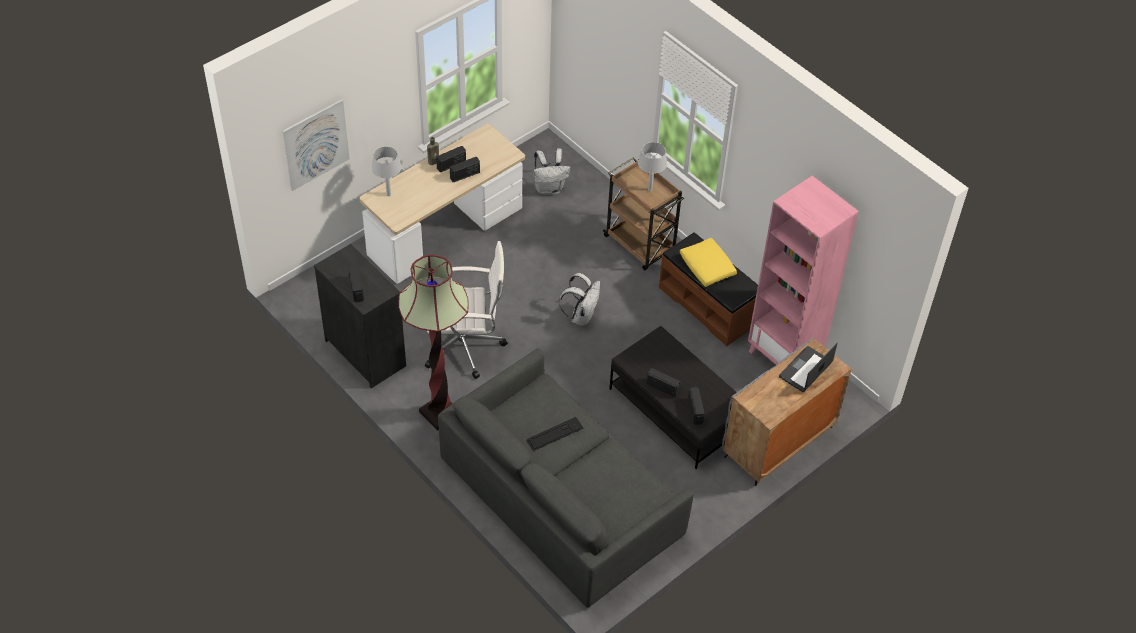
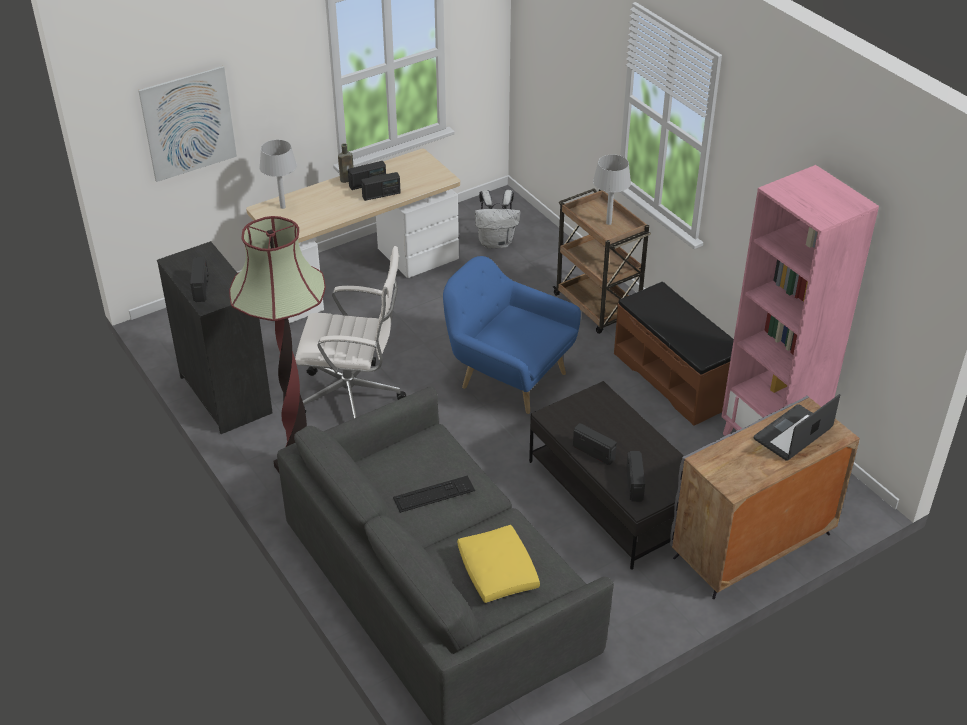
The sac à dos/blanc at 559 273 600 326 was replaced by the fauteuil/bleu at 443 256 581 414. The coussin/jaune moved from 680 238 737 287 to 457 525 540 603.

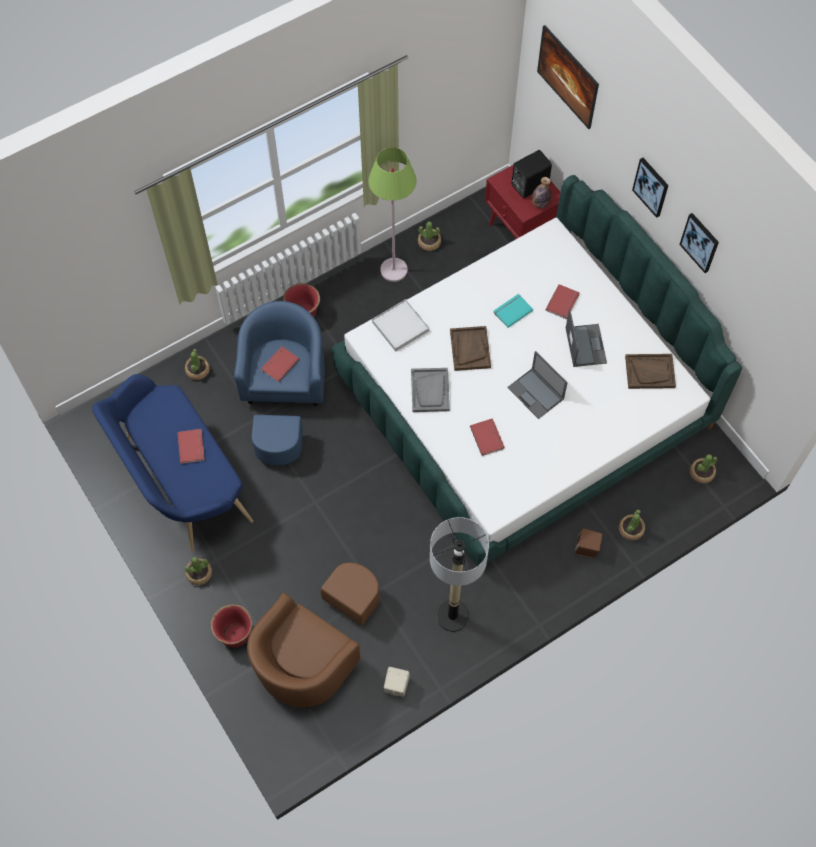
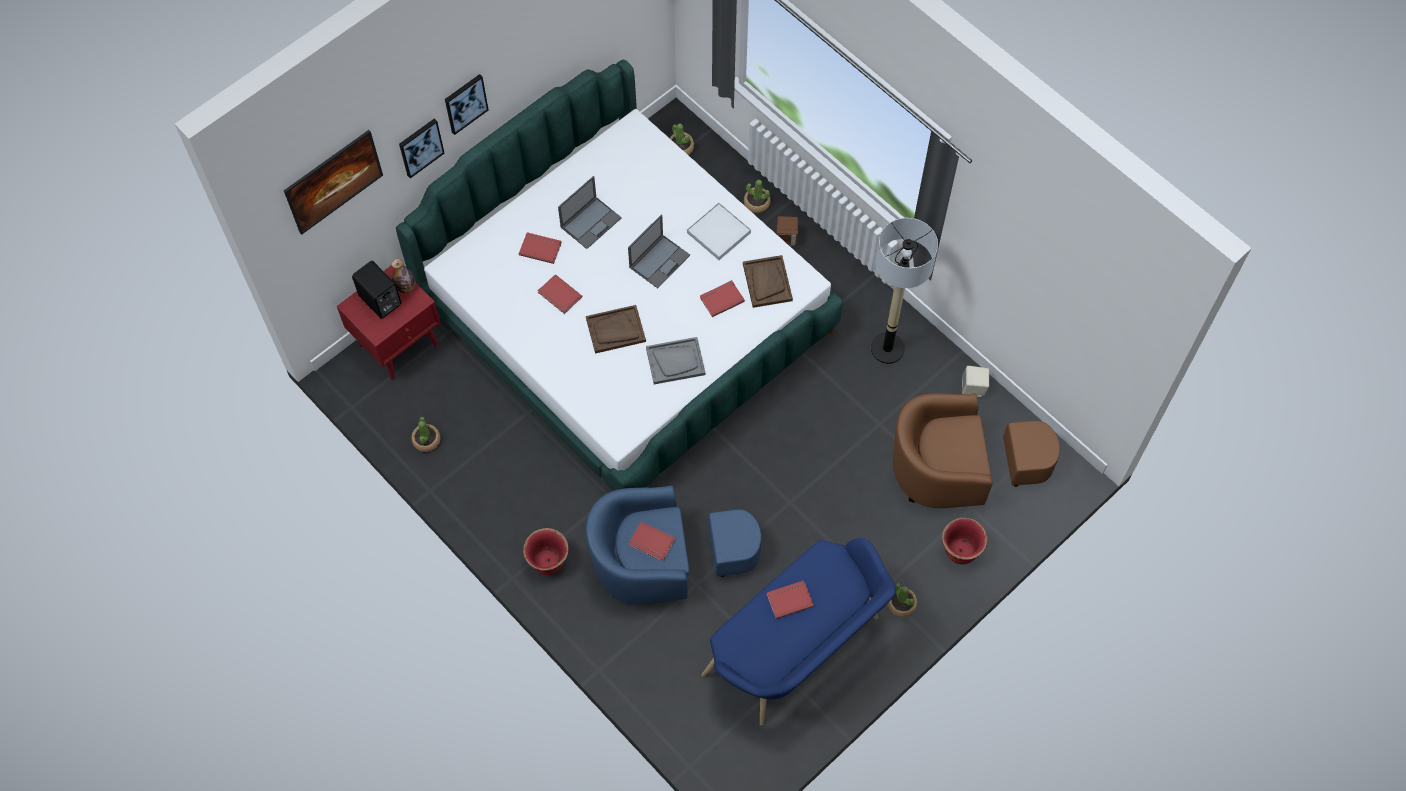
The tableau moved from 680 213 719 273 to 399 118 445 178. The livre/turquoise at 493 294 533 328 became the livre/rouge at 538 274 582 314. The ordinateur portable at 566 310 607 367 turned 150 degrees clockwise. The plateau/blanc moved from 372 299 429 352 to 687 202 751 260. The plateau/marron moved from 625 354 676 389 to 743 255 793 308. The fauteuil/marron at 247 563 380 708 turned 150 degrees clockwise. The plante en pot at 185 349 210 380 disappeared. The lampadaire/vert at 368 147 417 282 disappeared.

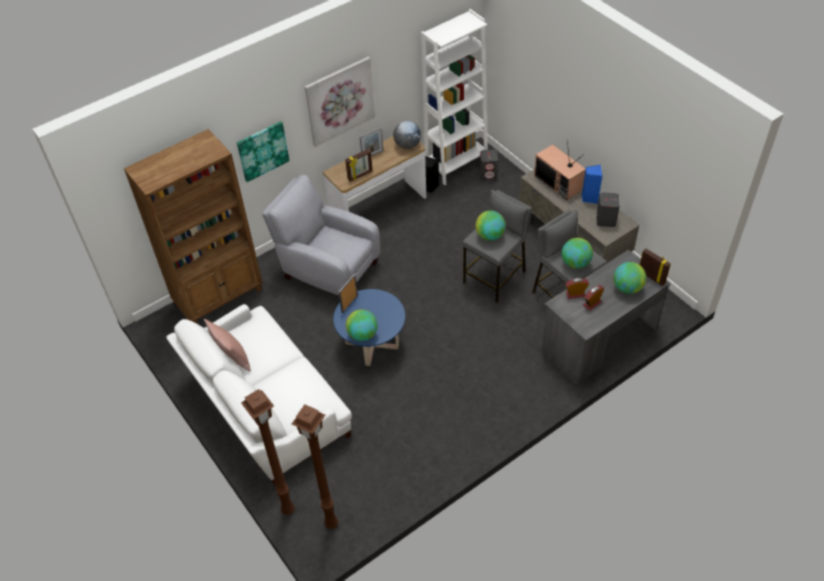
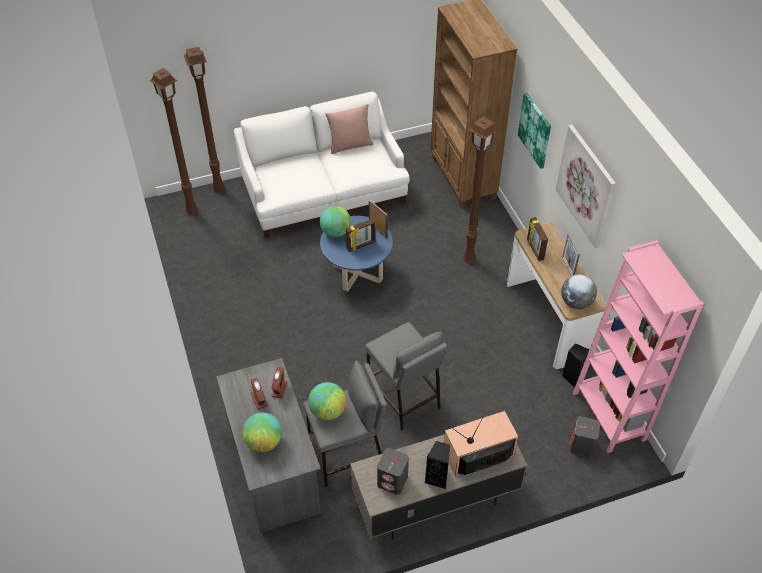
The cadre photo moved from 640 249 671 286 to 346 218 375 252. The enceinte/bleu at 582 165 602 204 became the enceinte/noir at 425 441 450 489. The fauteuil/gris at 262 175 380 295 was replaced by the lampadaire/marron at 463 116 498 263. The bibliothèque/blanc at 421 9 488 185 became the bibliothèque/rose at 573 240 704 453. The globe at 475 211 506 241 disappeared.

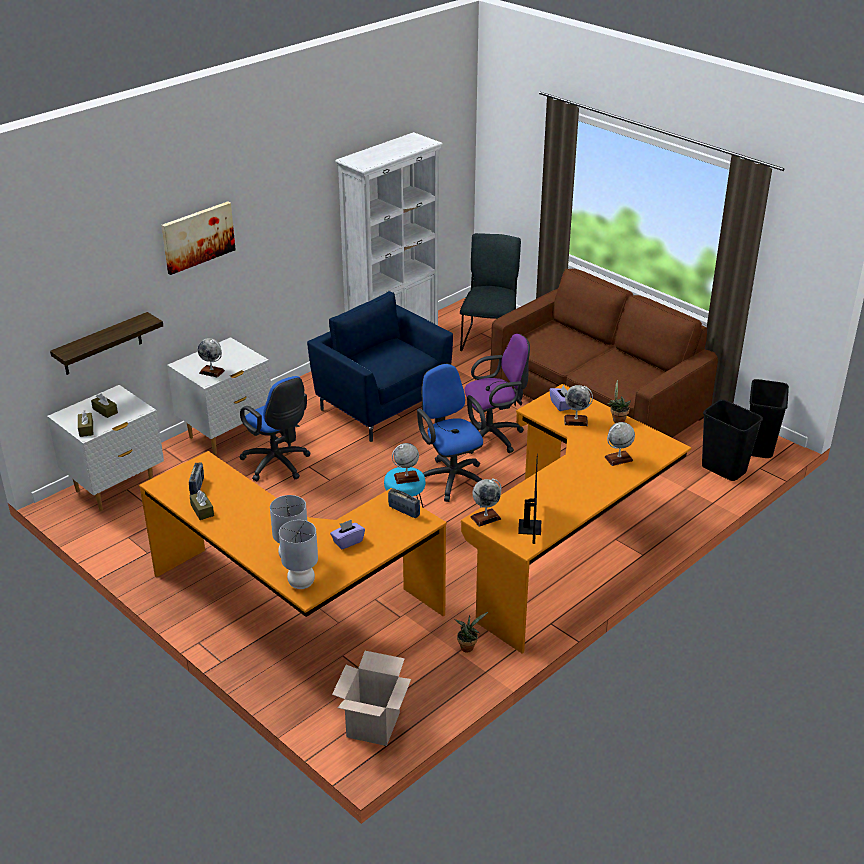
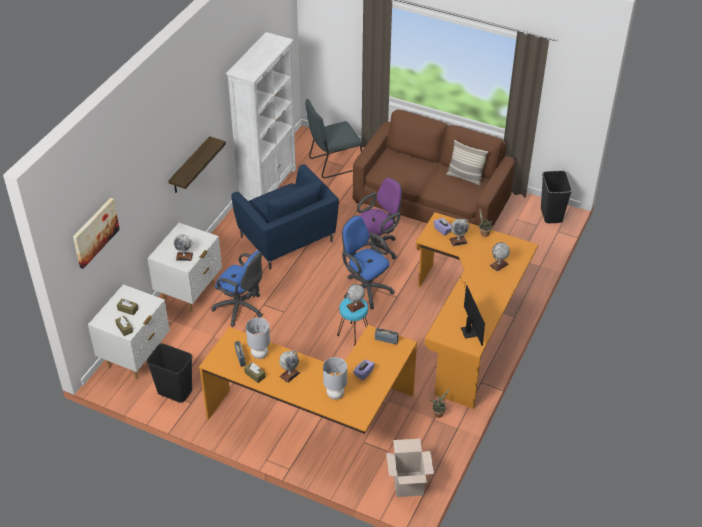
The tableau moved from 161 201 236 275 to 73 198 120 269. The poubelle/noir moved from 702 400 763 481 to 147 343 193 403. The étagère moved from 50 312 163 375 to 168 136 226 193. The fauteuil/bleu at 307 291 453 442 turned 150 degrees counterclockwise. The lampe de table/gris moved from 279 520 318 589 to 246 318 270 359. The globe moved from 471 479 502 527 to 279 350 300 383. The chaise/gris at 460 233 521 351 turned 105 degrees counterclockwise. The coussin at 446 140 488 186 appeared.

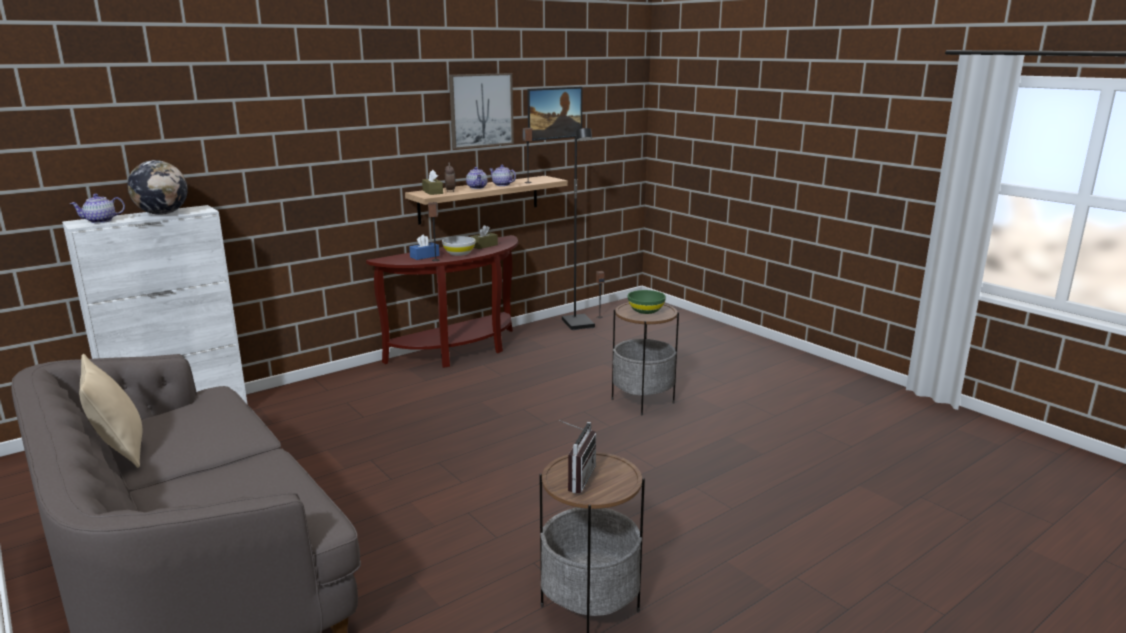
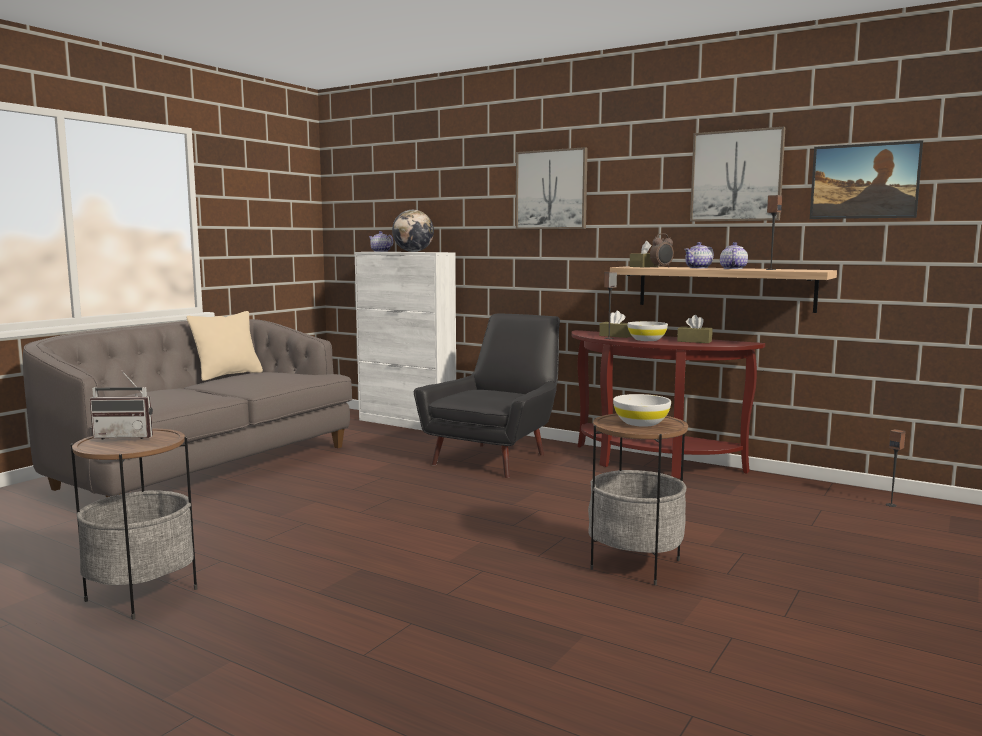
The fauteuil/noir at 413 313 560 478 appeared. The tableau at 516 147 588 229 appeared. The boîte à mouchoirs/bleu at 409 234 440 260 became the boîte à mouchoirs/marron at 599 311 632 338. The bol/vert at 628 290 666 314 became the bol/blanc at 613 394 671 427. The lampadaire/noir at 562 128 595 330 disappeared.

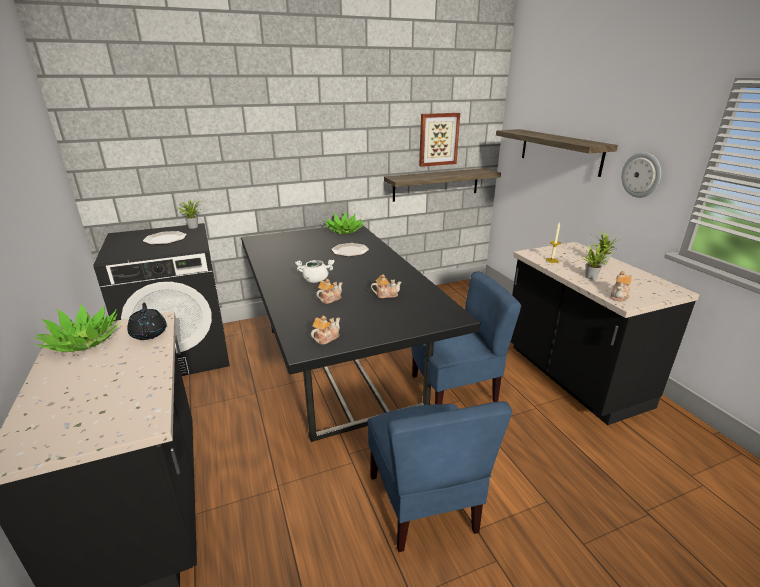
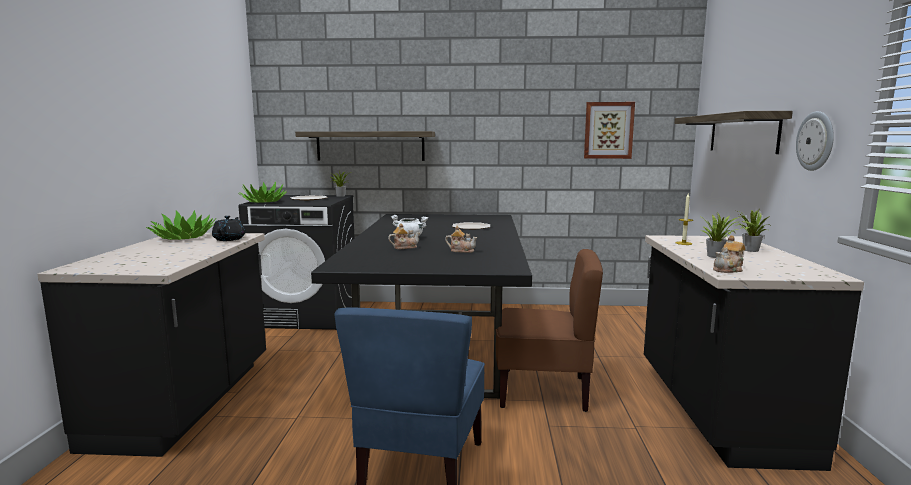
The plante en pot moved from 325 211 365 234 to 238 181 287 203. The étagère moved from 384 168 501 202 to 295 131 435 161. The chaise/bleu at 411 271 521 404 became the chaise/marron at 496 249 603 412. The théière at 311 316 340 345 disappeared.

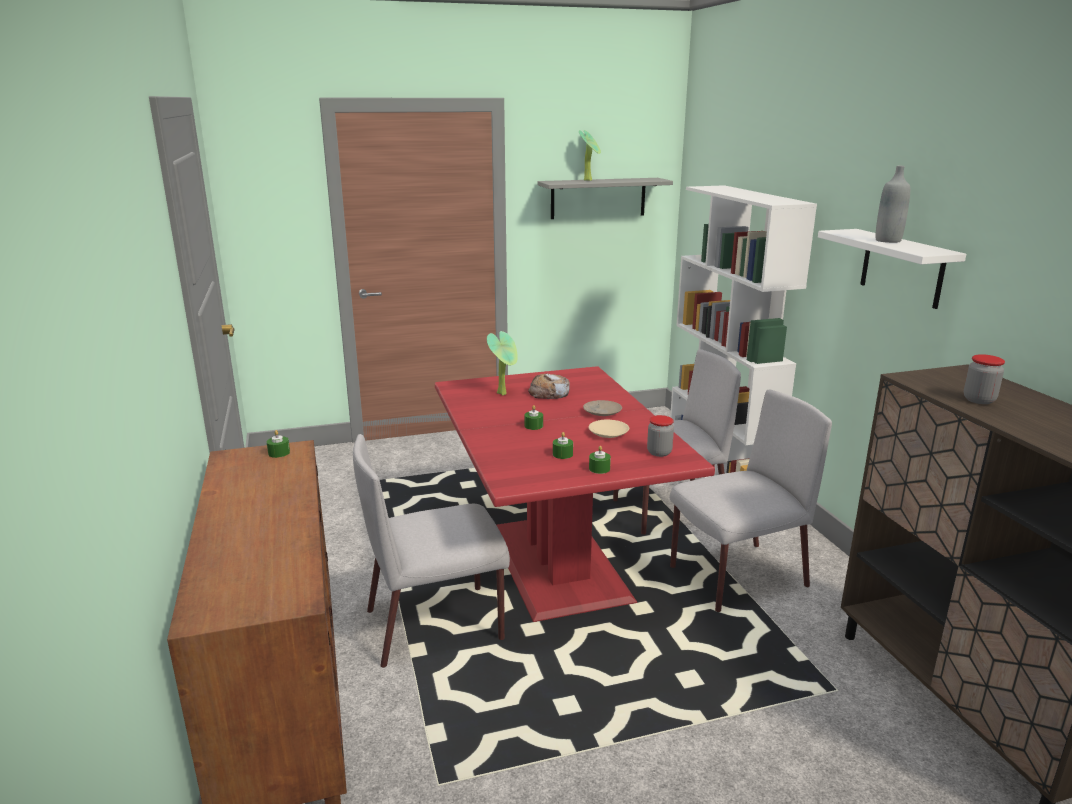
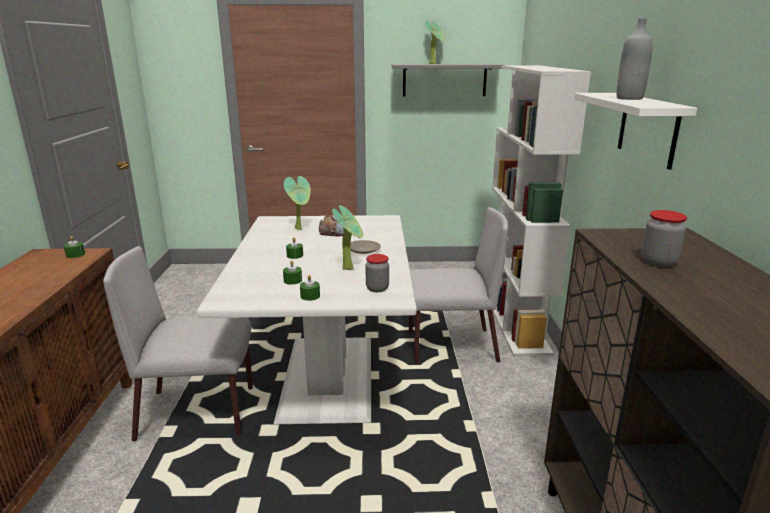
The table à manger/rouge at 435 366 715 622 became the table à manger/blanc at 197 215 417 424. The assiette/beige at 589 420 629 438 was replaced by the plante en pot at 332 205 363 270. The chaise/gris at 670 389 832 612 disappeared.

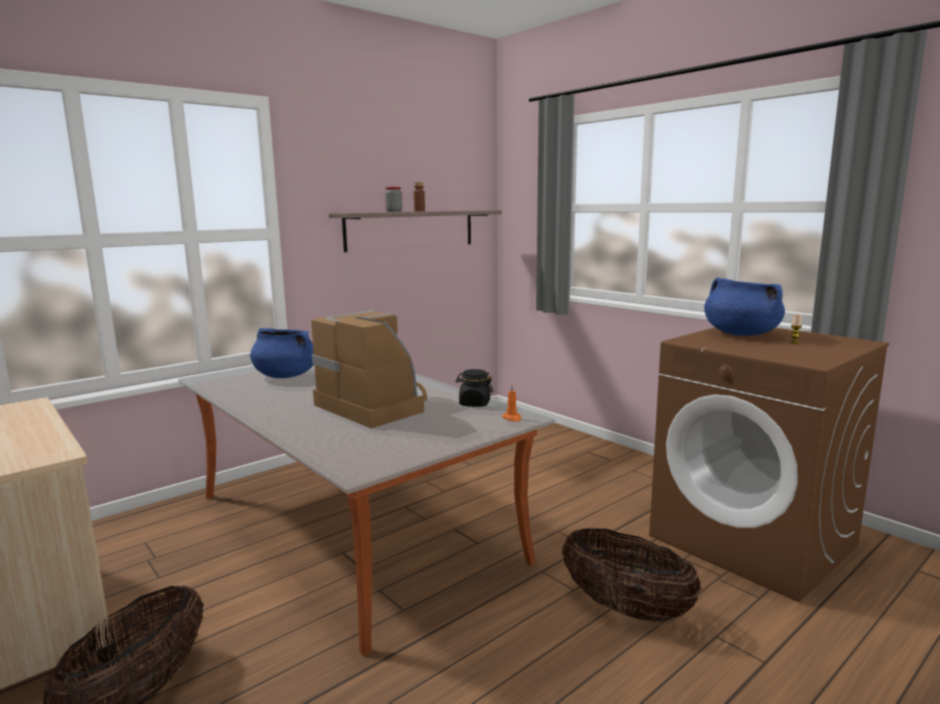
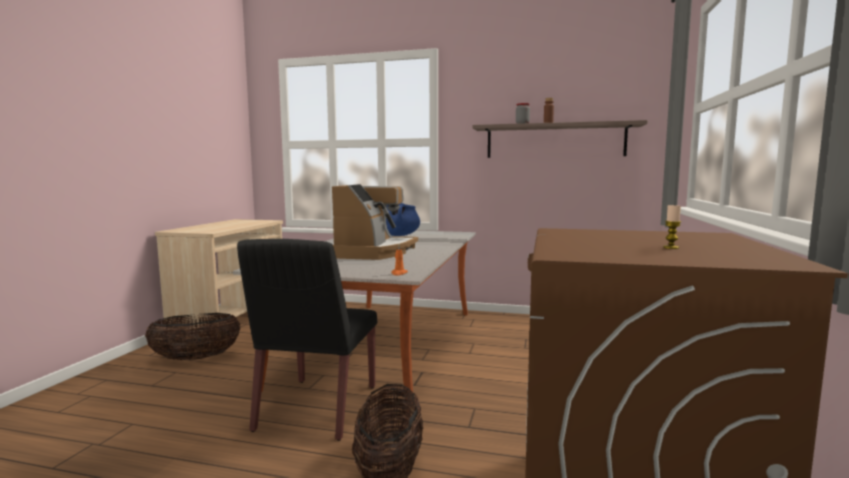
The chaise/noir at 237 239 377 441 appeared. The bocal/noir at 456 369 493 407 disappeared. The marmite/bleu at 704 278 785 336 disappeared.

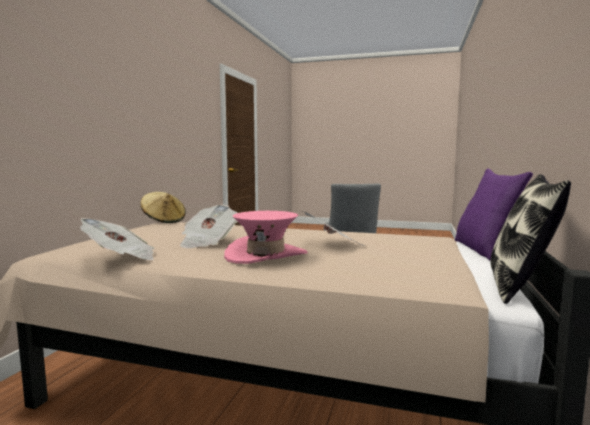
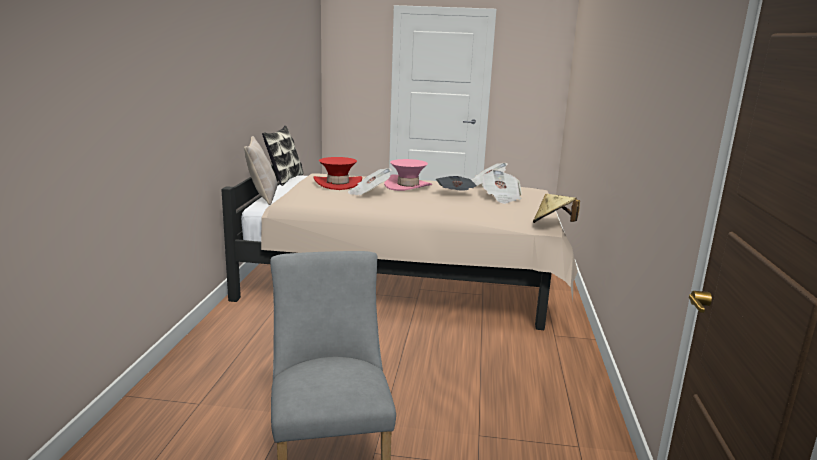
The coussin/violet at 455 168 533 261 became the coussin/beige at 244 136 277 205. The chapeau/rouge at 314 157 362 190 appeared. The journal at 482 170 522 204 appeared.

